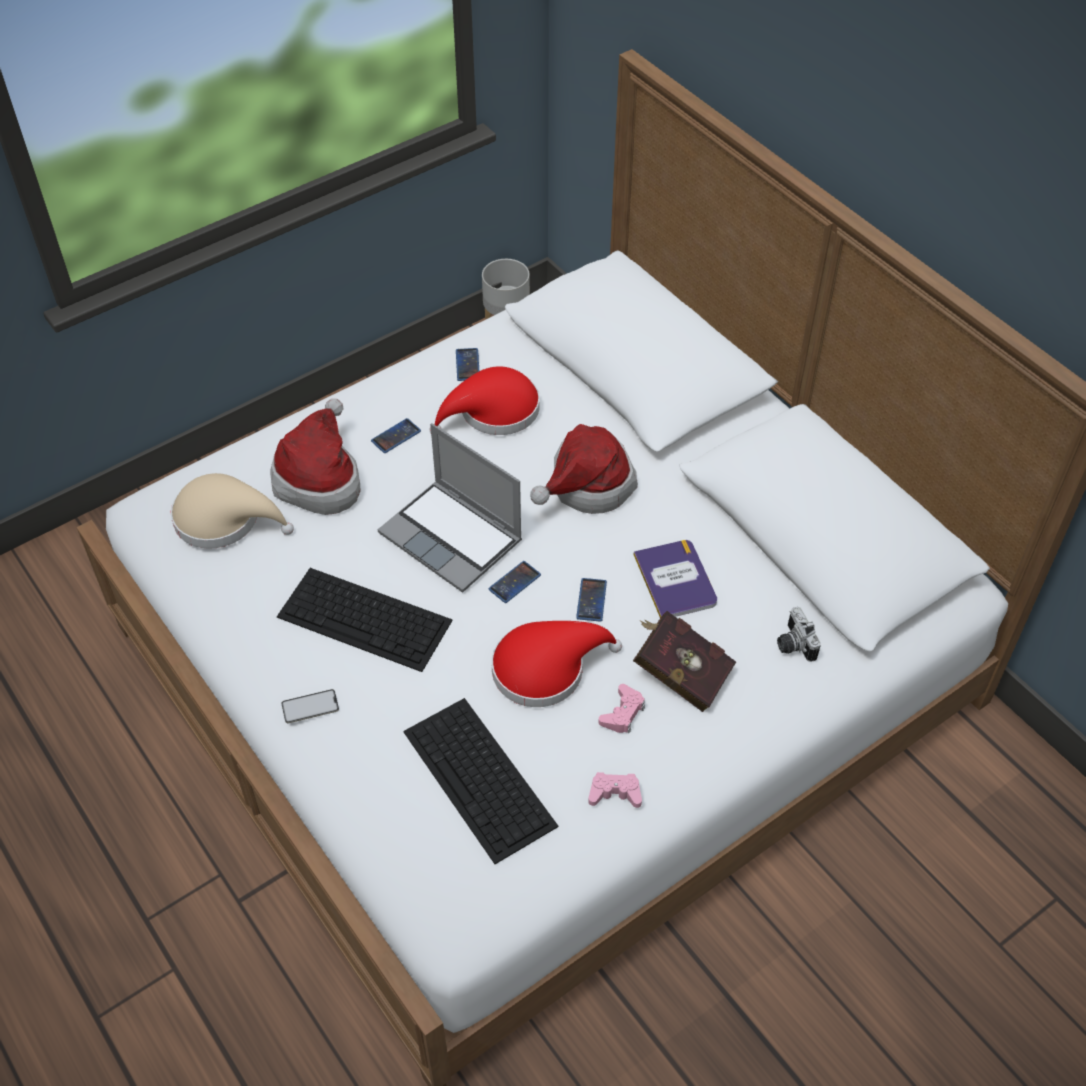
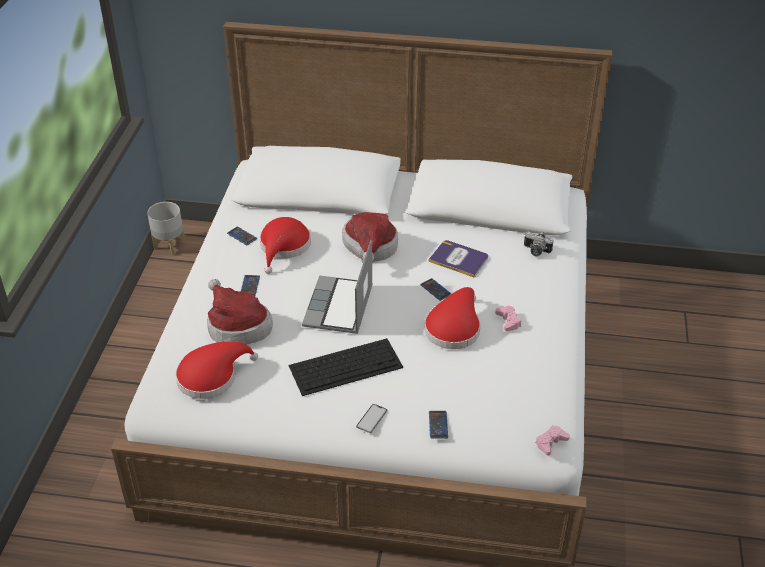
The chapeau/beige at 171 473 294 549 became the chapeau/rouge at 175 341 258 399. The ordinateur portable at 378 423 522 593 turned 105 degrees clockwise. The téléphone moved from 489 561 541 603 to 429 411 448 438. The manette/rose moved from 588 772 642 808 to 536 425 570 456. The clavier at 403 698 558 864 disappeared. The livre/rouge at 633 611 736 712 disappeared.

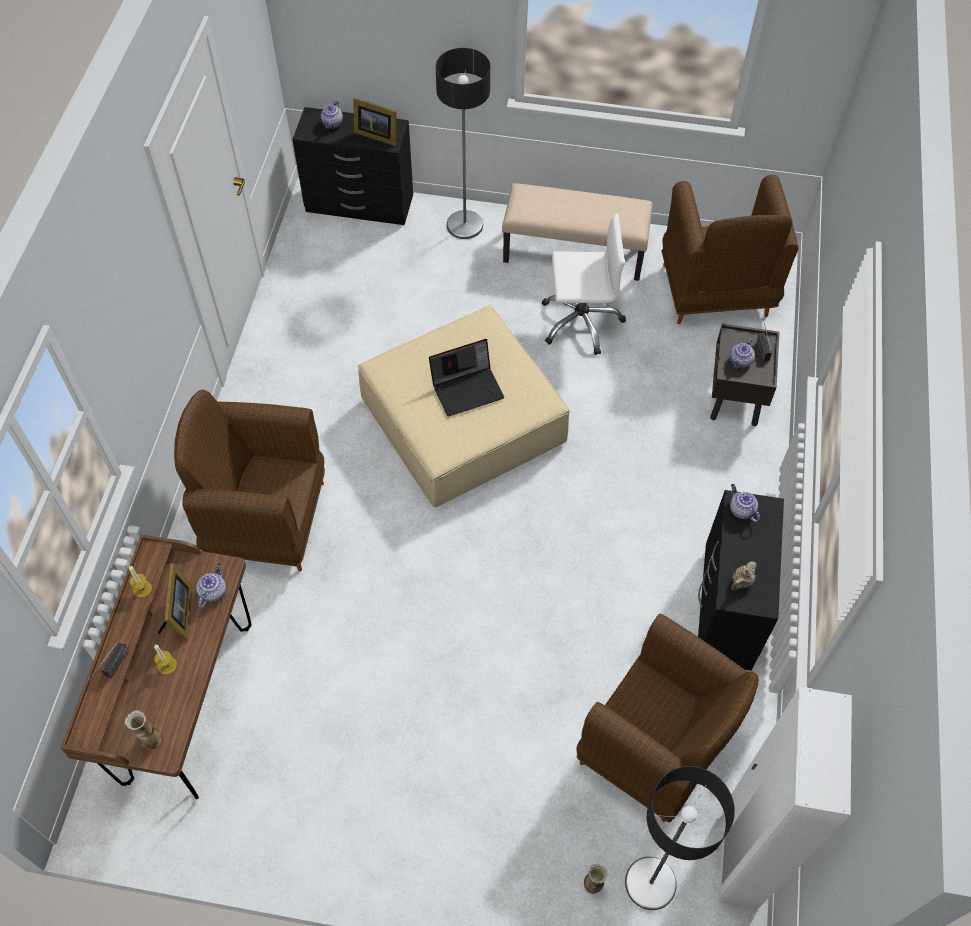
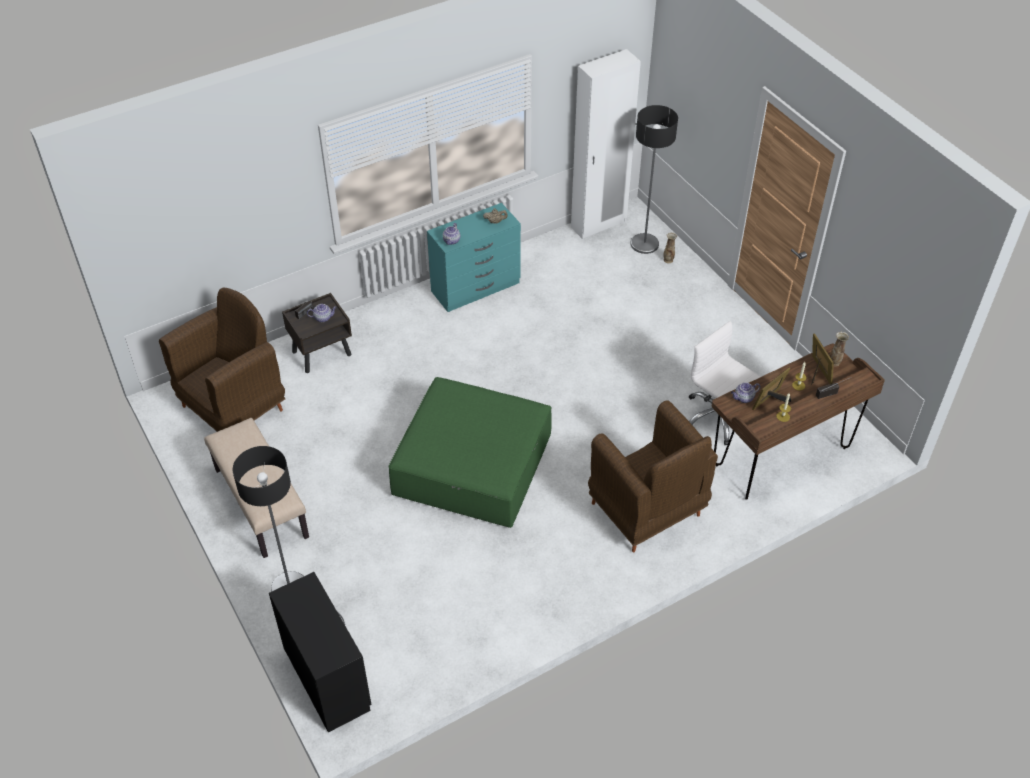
The pouf/beige at 358 306 570 507 became the pouf/vert at 388 377 552 528. The commode/noir at 698 490 784 671 became the commode/turquoise at 427 203 521 312. The chaise de bureau/blanc moved from 542 214 626 355 to 689 321 761 446. The cadre photo moved from 354 98 397 146 to 811 333 834 385. The théière at 321 100 343 129 disappeared. The ordinateur portable at 429 339 504 417 disappeared. The fauteuil/marron at 576 613 759 823 disappeared.

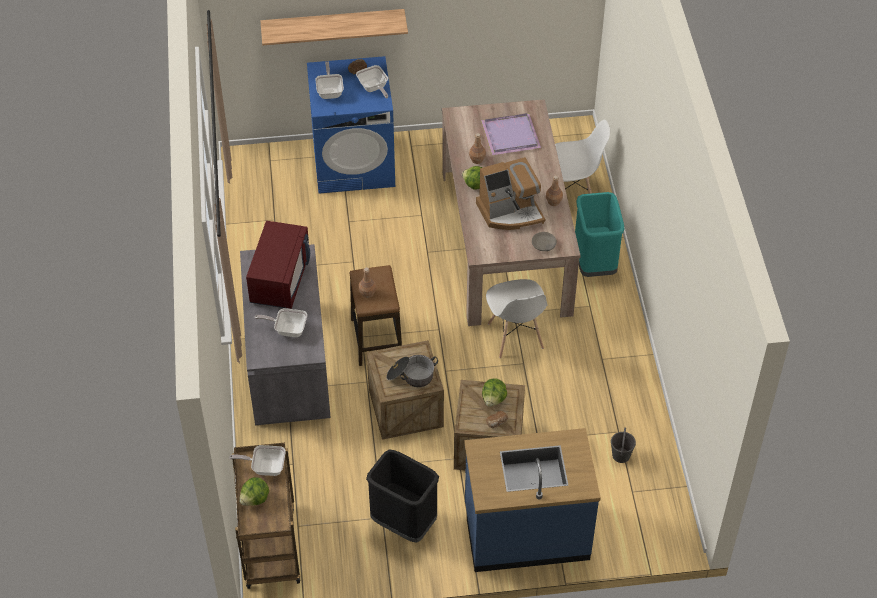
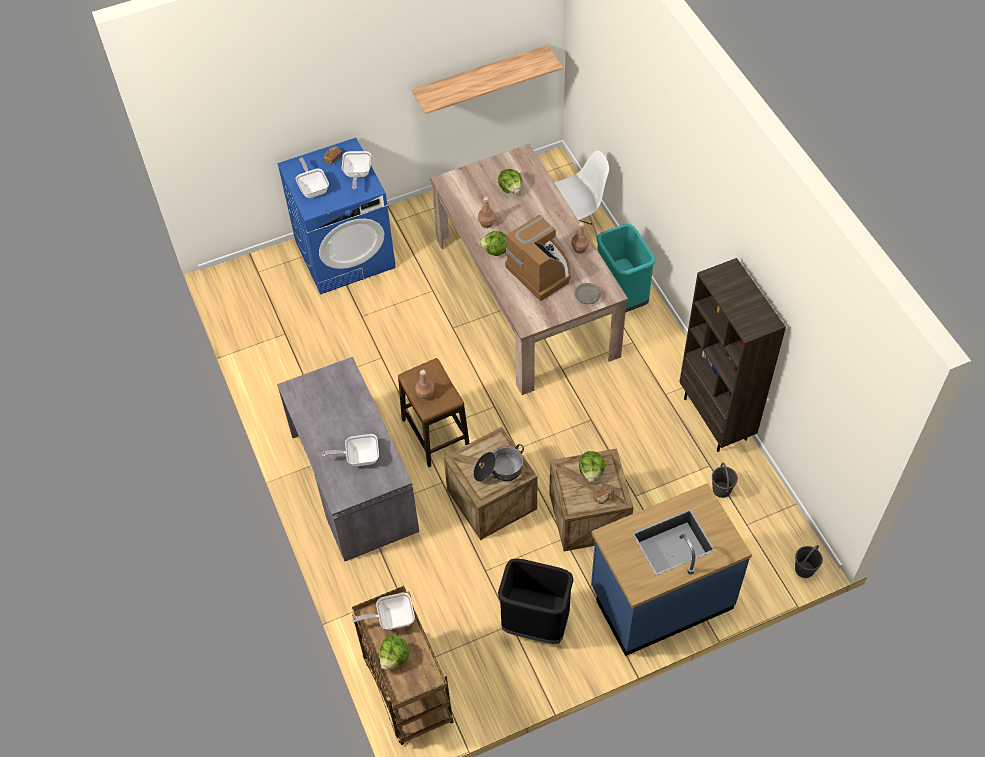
The poêle at 356 65 388 98 turned 45 degrees clockwise. The étagère moved from 260 9 408 45 to 412 45 563 114. The plateau/violet at 481 113 541 155 was replaced by the laitue at 498 169 522 194. The machine à café at 476 157 545 230 turned 90 degrees counterclockwise. The bibliothèque/marron at 680 258 786 452 appeared. The seau/gris at 795 545 823 578 appeared. The micro-ondes/rouge at 246 221 310 309 disappeared. The chaise/blanc at 486 279 548 358 disappeared.

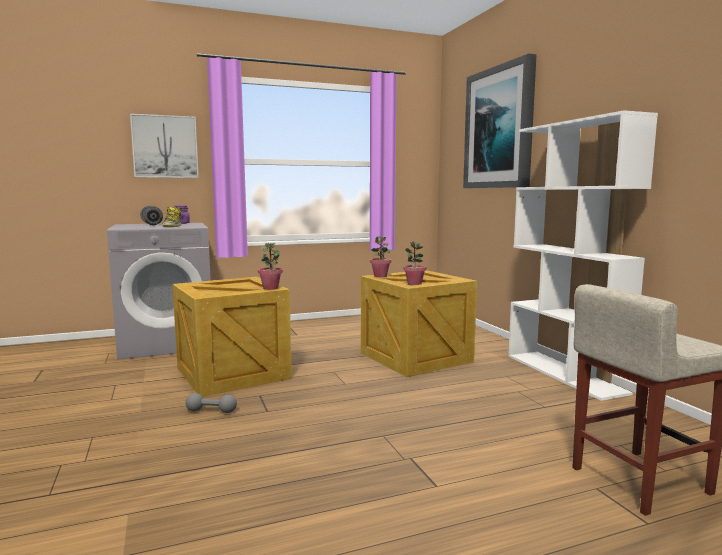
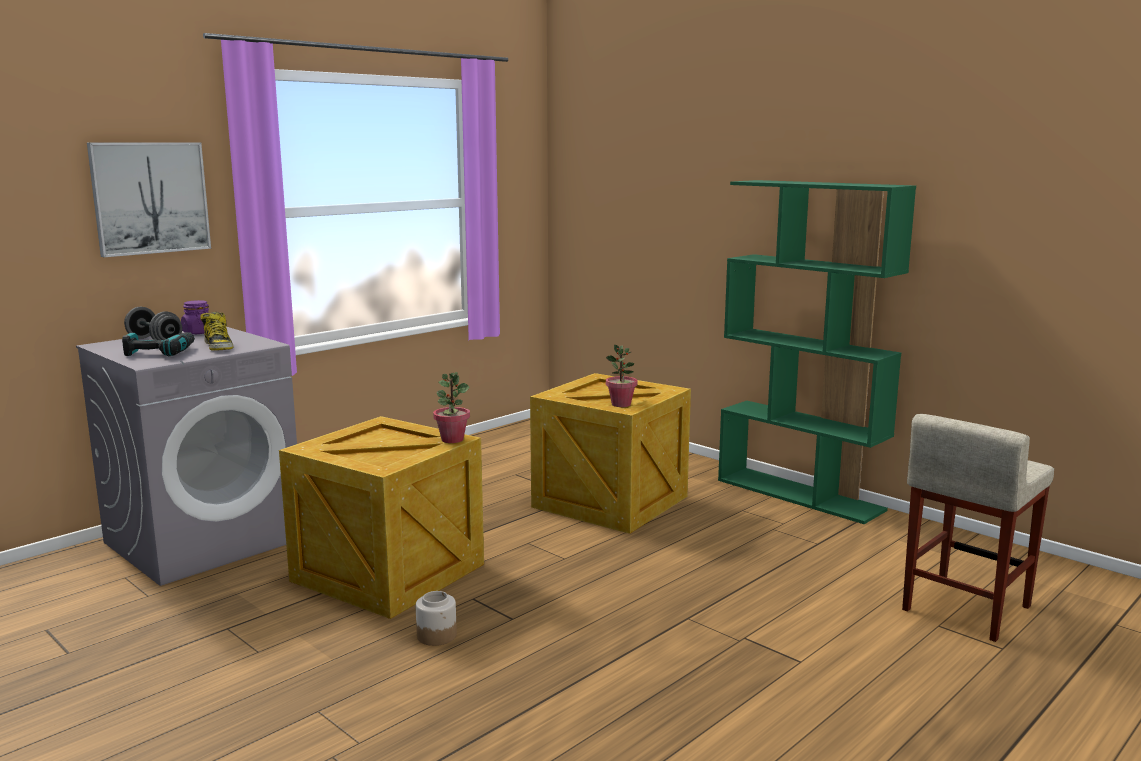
The perceuse at 122 332 195 356 appeared. The haltère/gris at 185 393 237 413 was replaced by the bocal at 416 591 457 646. The bibliothèque/blanc at 508 110 658 401 became the bibliothèque/vert at 718 180 916 524. The plante en pot at 370 236 391 277 disappeared. The tableau at 463 53 536 188 disappeared.

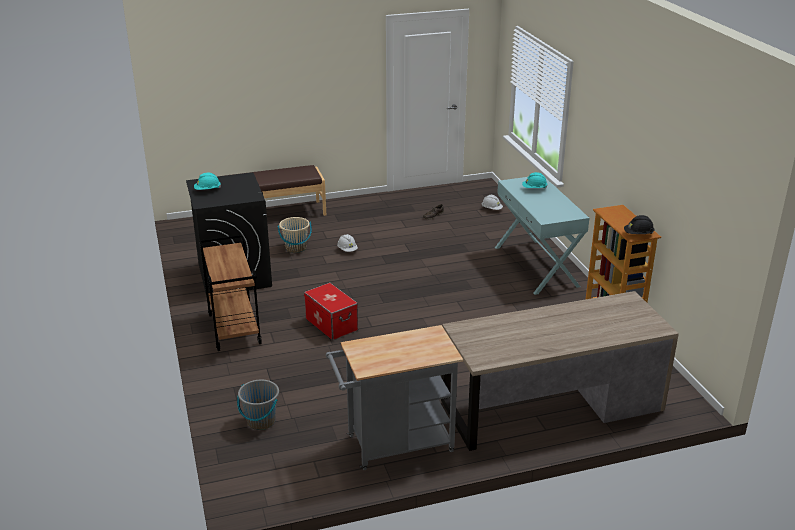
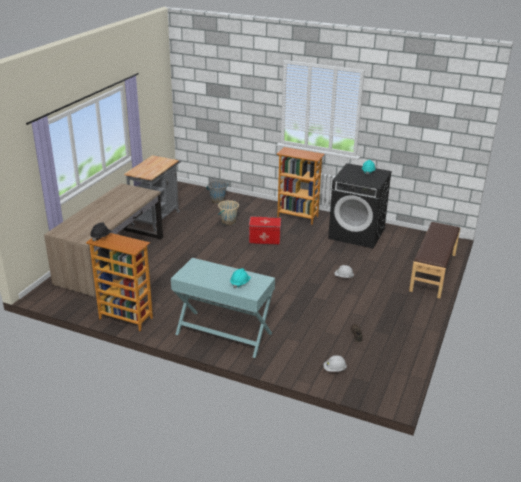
The seau/beige moved from 278 217 312 253 to 218 200 239 225. The chariot/marron at 199 235 262 351 was replaced by the bibliothèque at 277 147 325 225.

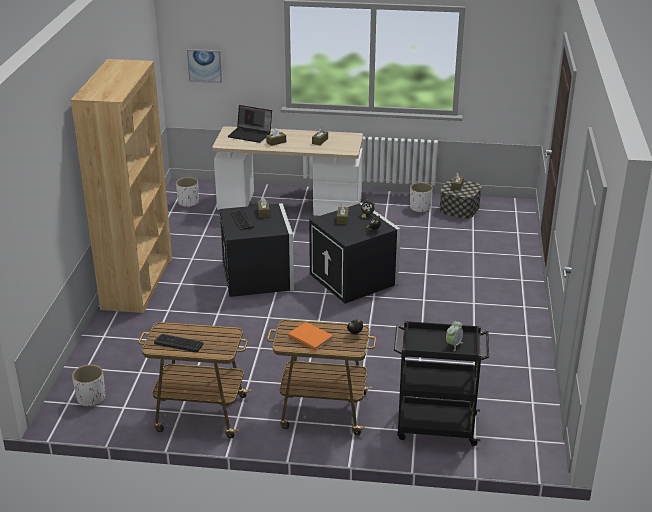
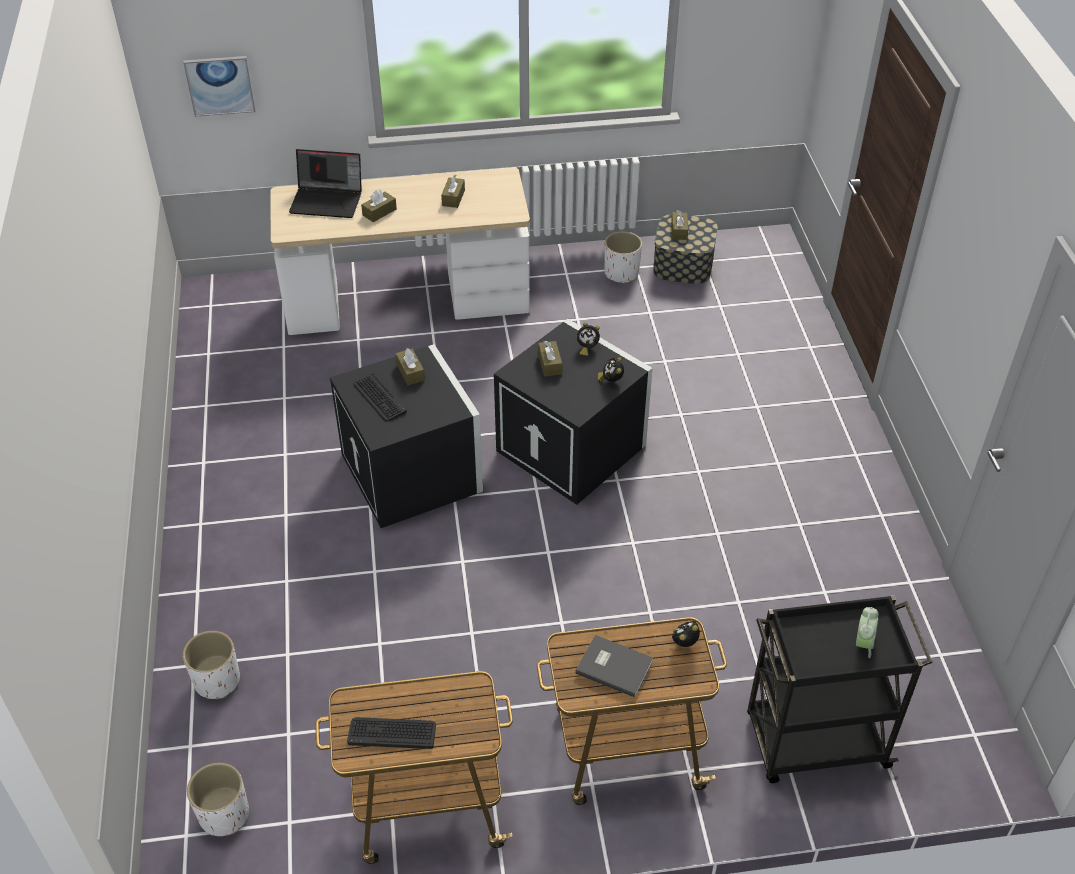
The cache-pot/blanc moved from 176 177 199 208 to 183 631 240 699. The livre/orange at 288 322 333 351 became the livre/gris at 575 635 653 698. The bibliothèque/marron at 71 59 172 313 disappeared.

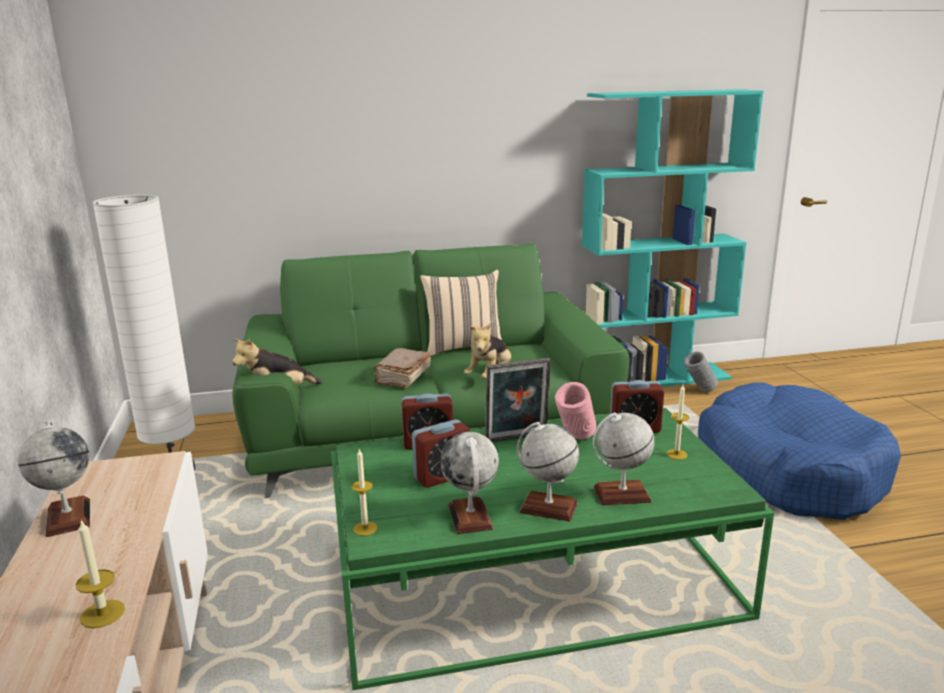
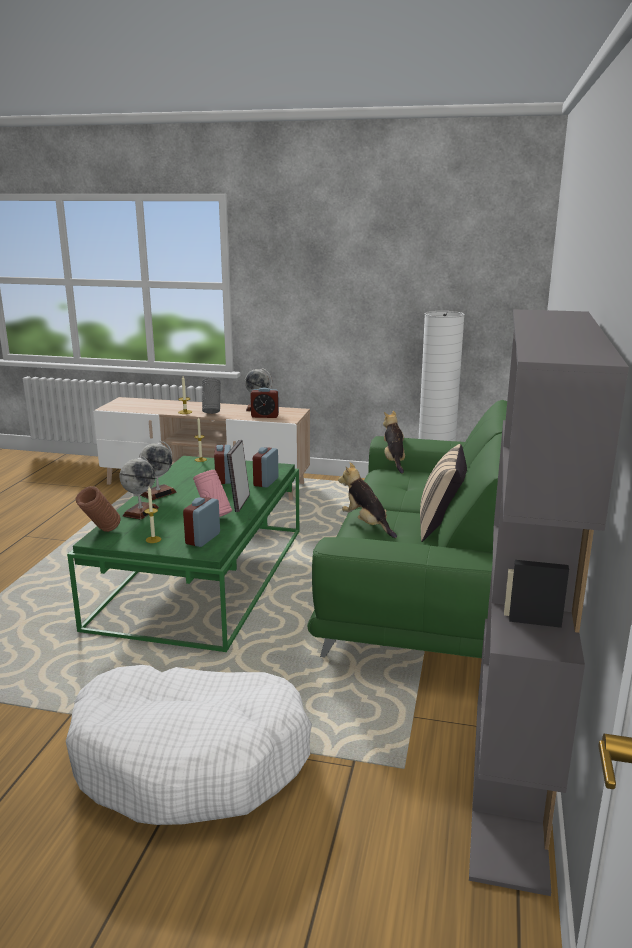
The panier pour chien/bleu at 698 382 901 520 became the panier pour chien/blanc at 66 665 312 825. The vase/marron at 76 486 120 532 appeared. The vase/gris moved from 684 352 718 392 to 202 378 221 414. The réveil at 250 387 279 418 appeared. The bibliothèque/turquoise at 582 89 763 387 became the bibliothèque/gris at 469 309 629 896. The livre/marron at 374 348 431 388 disappeared. The globe at 440 432 499 534 disappeared.

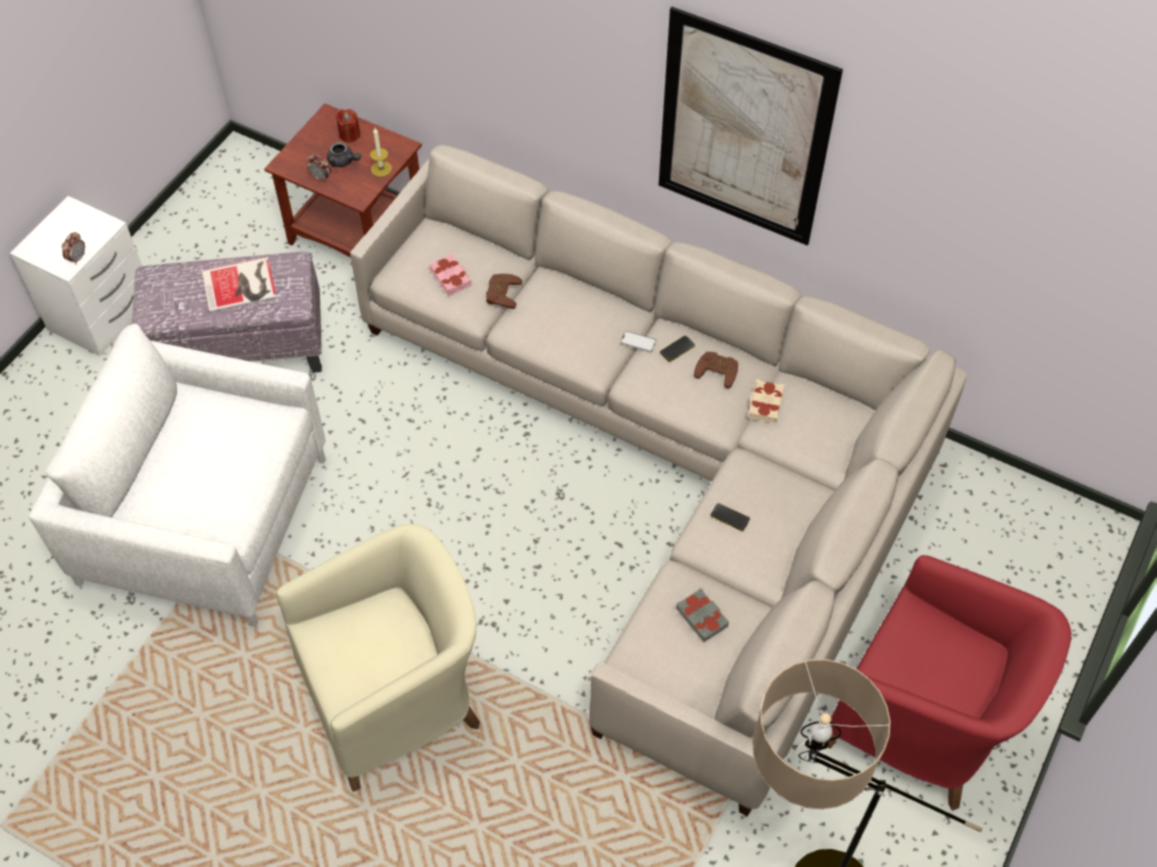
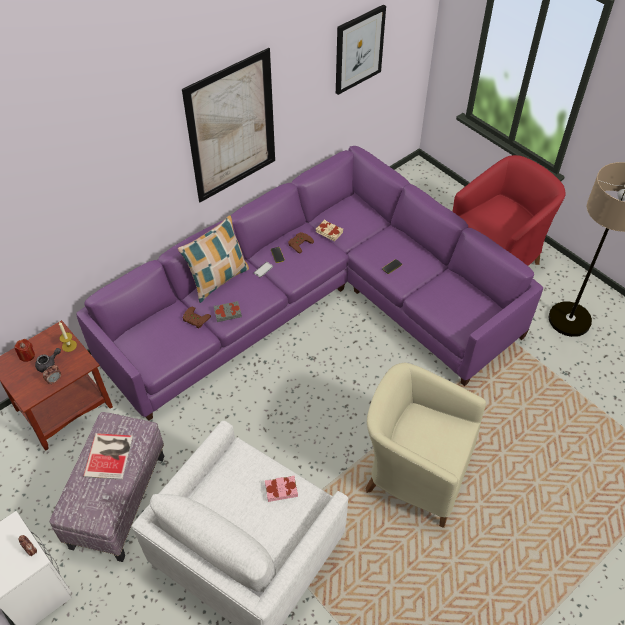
The canapé/beige at 350 145 967 817 became the canapé/violet at 76 146 543 421. The coussin at 178 215 249 303 appeared. The livre/gris moved from 676 588 729 642 to 214 301 242 322. The livre/rose moved from 429 254 472 296 to 265 476 298 502. The tableau at 336 4 386 95 appeared. The fauteuil/beige at 276 524 480 792 turned 60 degrees counterclockwise.

